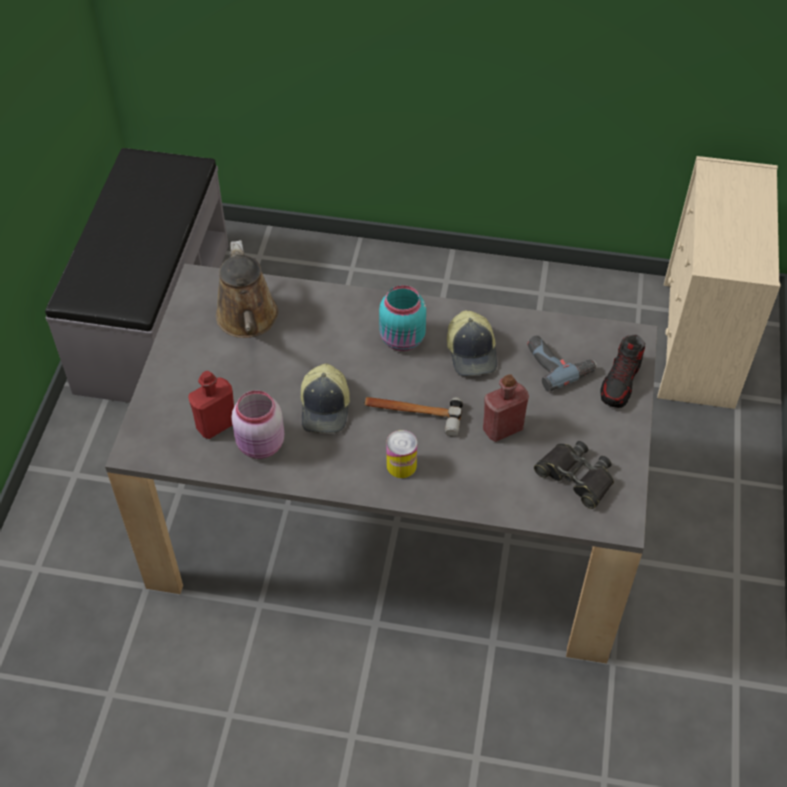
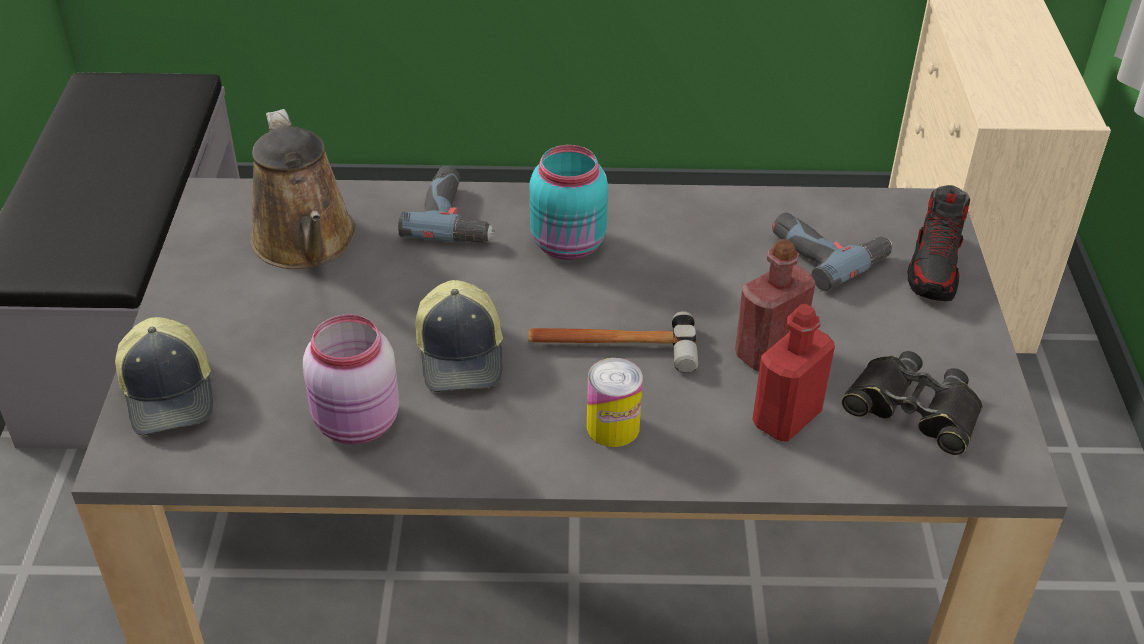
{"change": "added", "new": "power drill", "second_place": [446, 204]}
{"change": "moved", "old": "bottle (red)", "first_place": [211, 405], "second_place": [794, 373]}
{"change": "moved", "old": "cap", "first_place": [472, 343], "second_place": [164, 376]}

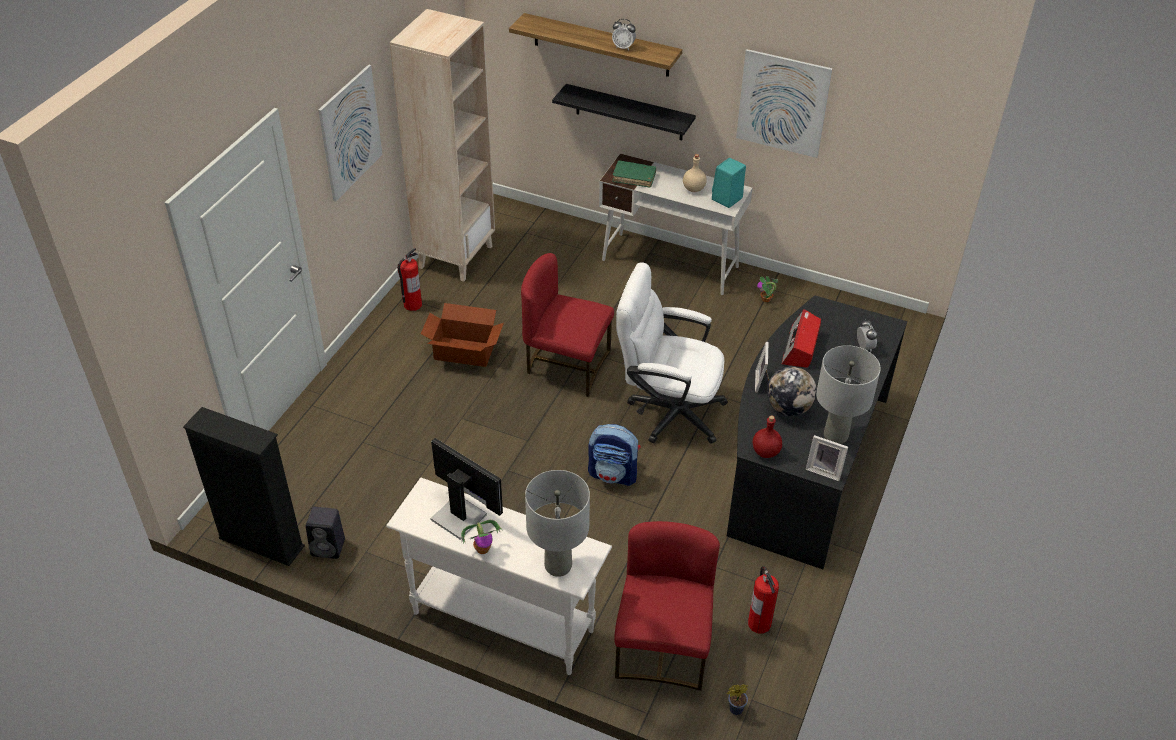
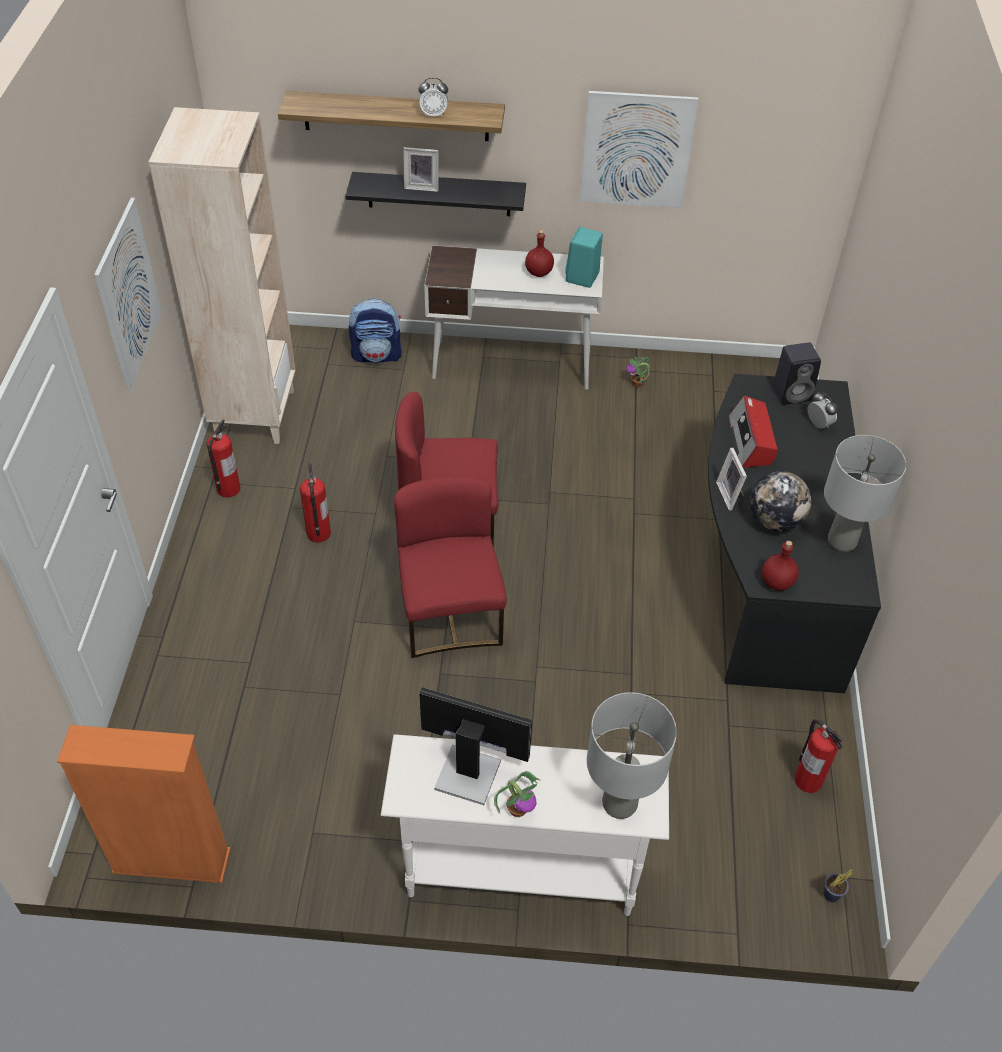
{"change": "removed", "old": "book (green)", "first_place": [634, 174]}
{"change": "removed", "old": "office chair (white)", "first_place": [672, 353]}
{"change": "moved", "old": "speaker (black)", "first_place": [325, 533], "second_place": [797, 373]}
{"change": "moved", "old": "backpack", "first_place": [614, 455], "second_place": [375, 330]}
{"change": "moved", "old": "chair (red)", "first_place": [667, 606], "second_place": [450, 567]}
{"change": "moved", "old": "picture frame", "first_place": [827, 458], "second_place": [421, 169]}
{"change": "replaced", "old": "cardboard box", "new": "fire extinguisher", "first_place": [462, 335], "second_place": [315, 503]}
{"change": "recoloured", "old": "bookcase (black)", "new": "bookcase (orange)", "first_place": [244, 486], "second_place": [144, 804]}
{"change": "recoloured", "old": "bottle (beige)", "new": "bottle (red)", "first_place": [695, 173], "second_place": [539, 253]}

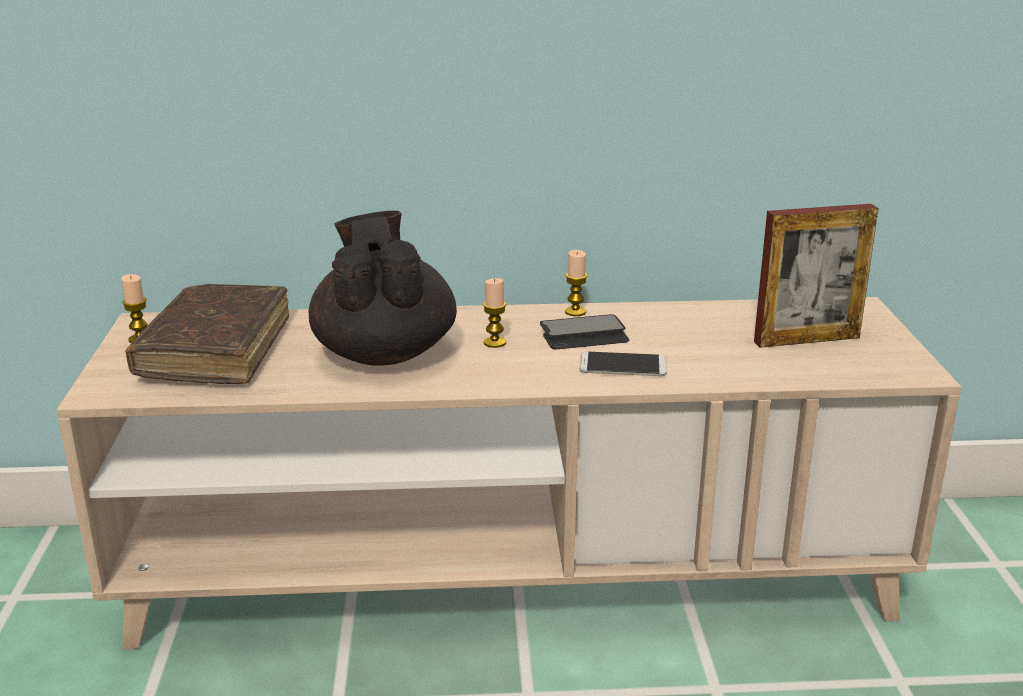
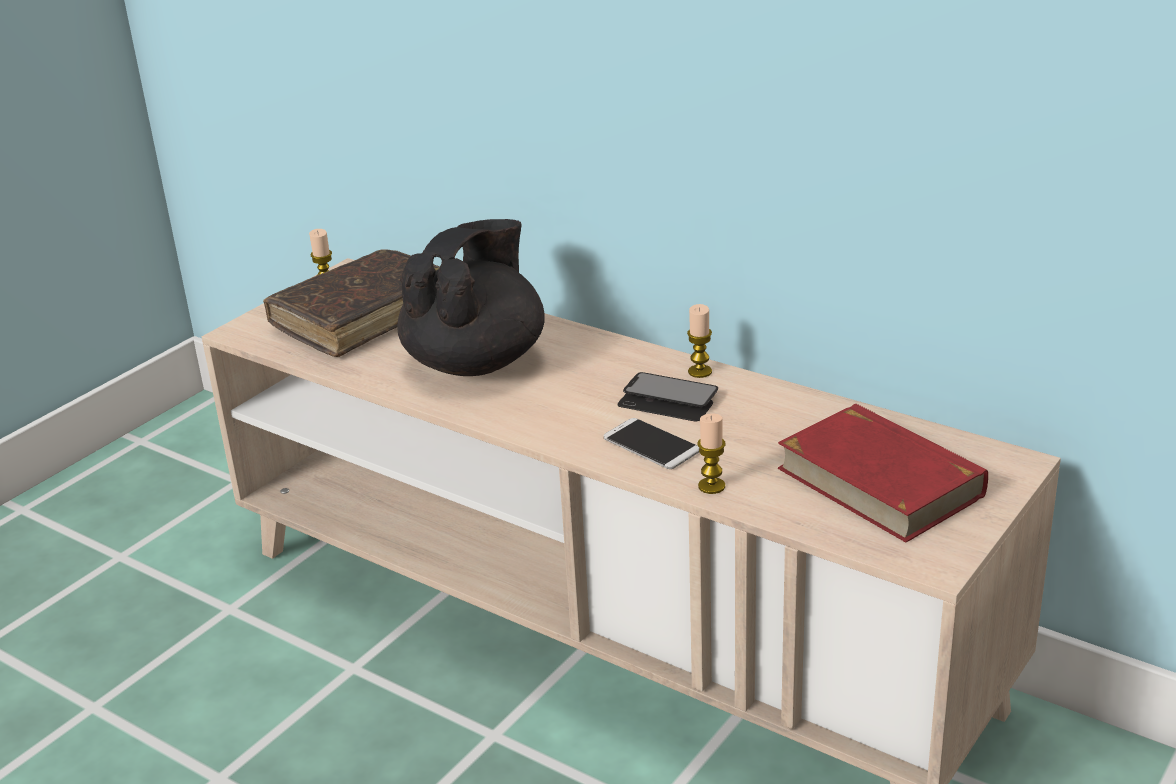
{"change": "moved", "old": "candle", "first_place": [494, 313], "second_place": [711, 453]}
{"change": "replaced", "old": "picture frame", "new": "book (red)", "first_place": [816, 276], "second_place": [883, 473]}

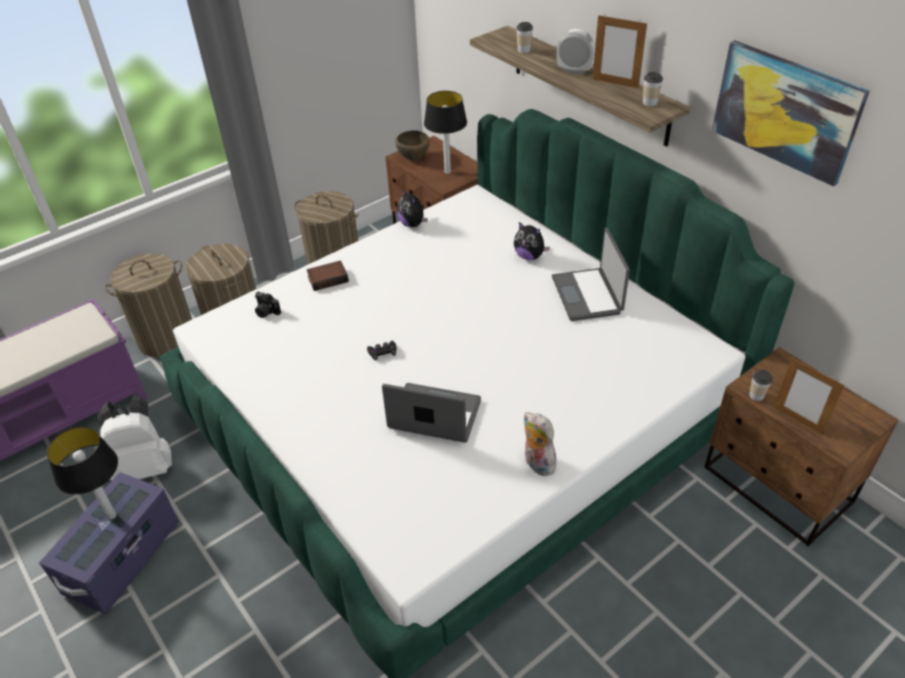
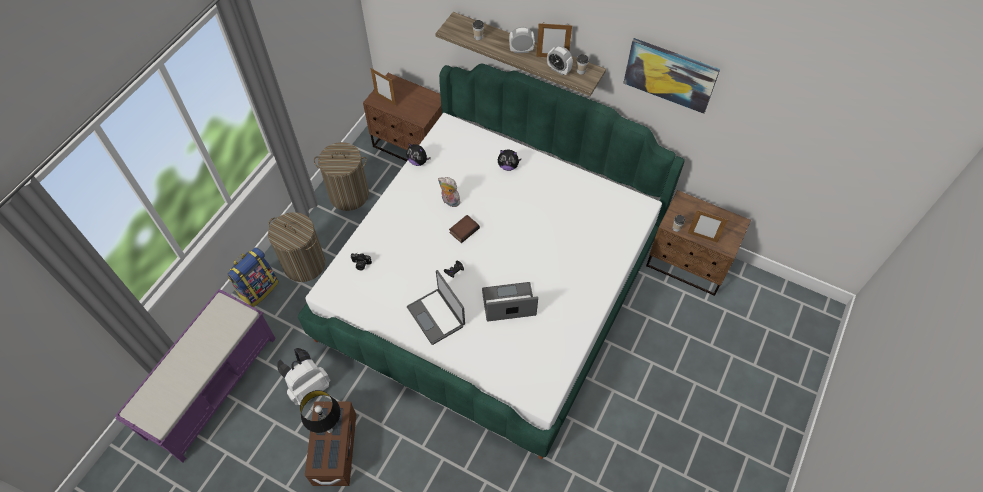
{"change": "removed", "old": "table lamp", "first_place": [445, 132]}
{"change": "added", "new": "alarm clock", "second_place": [560, 60]}
{"change": "moved", "old": "book", "first_place": [327, 276], "second_place": [464, 229]}
{"change": "moved", "old": "plush toy", "first_place": [540, 444], "second_place": [449, 192]}
{"change": "moved", "old": "laptop", "first_place": [591, 274], "second_place": [436, 307]}
{"change": "replaced", "old": "laundry basket", "new": "backpack", "first_place": [148, 306], "second_place": [253, 277]}
{"change": "replaced", "old": "bowl (brown)", "new": "picture frame", "first_place": [412, 145], "second_place": [383, 87]}
{"change": "recoloured", "old": "storage box (purple)", "new": "storage box (brown)", "first_place": [109, 543], "second_place": [330, 443]}

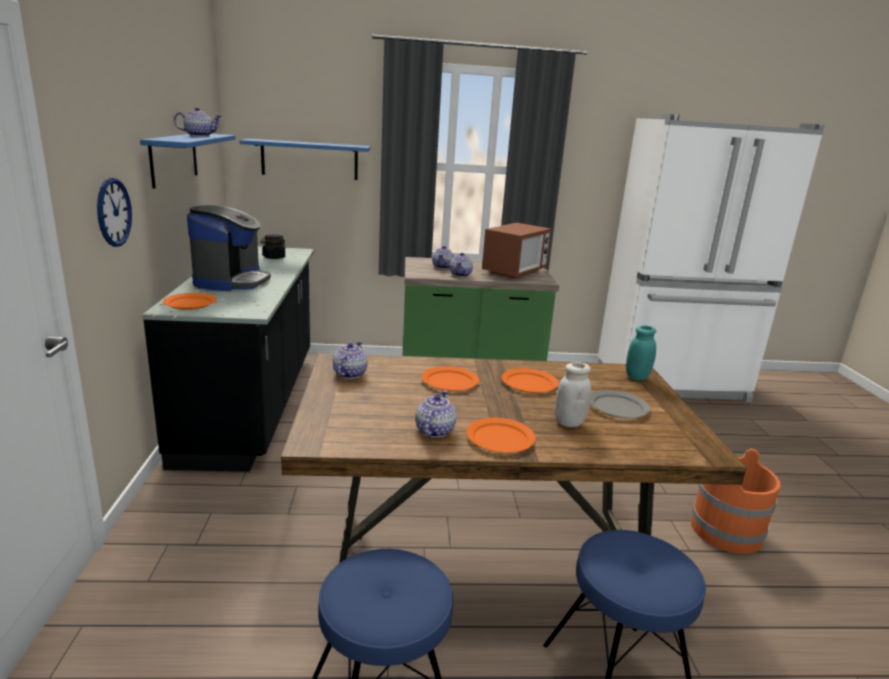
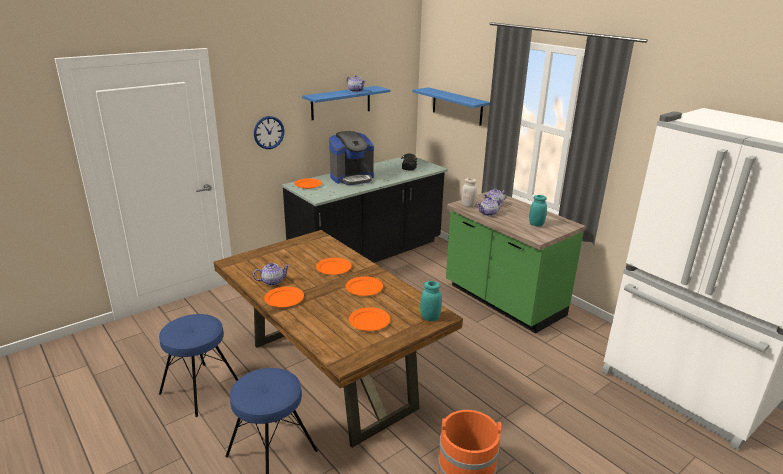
{"change": "removed", "old": "teapot", "first_place": [350, 360]}
{"change": "moved", "old": "jar (white)", "first_place": [573, 394], "second_place": [469, 193]}
{"change": "replaced", "old": "microwave", "new": "jar (turquoise)", "first_place": [516, 251], "second_place": [538, 211]}
{"change": "recoloured", "old": "plate (grey)", "new": "plate (orange)", "first_place": [620, 404], "second_place": [369, 319]}

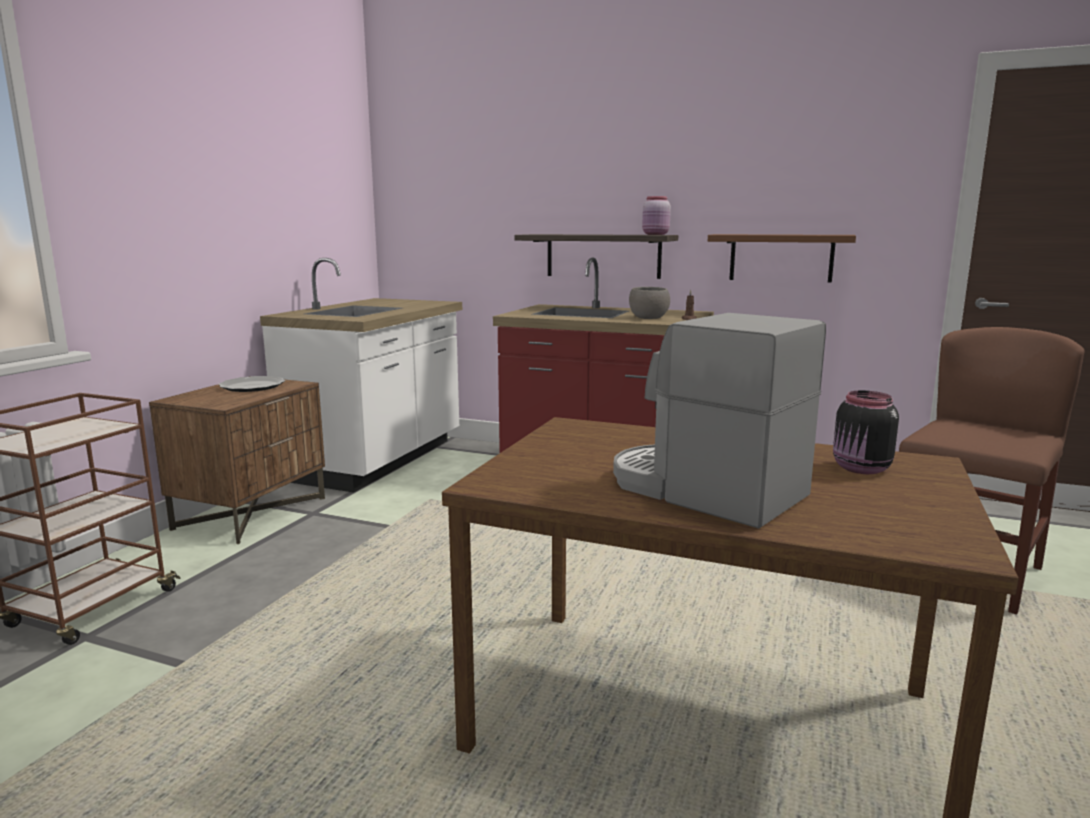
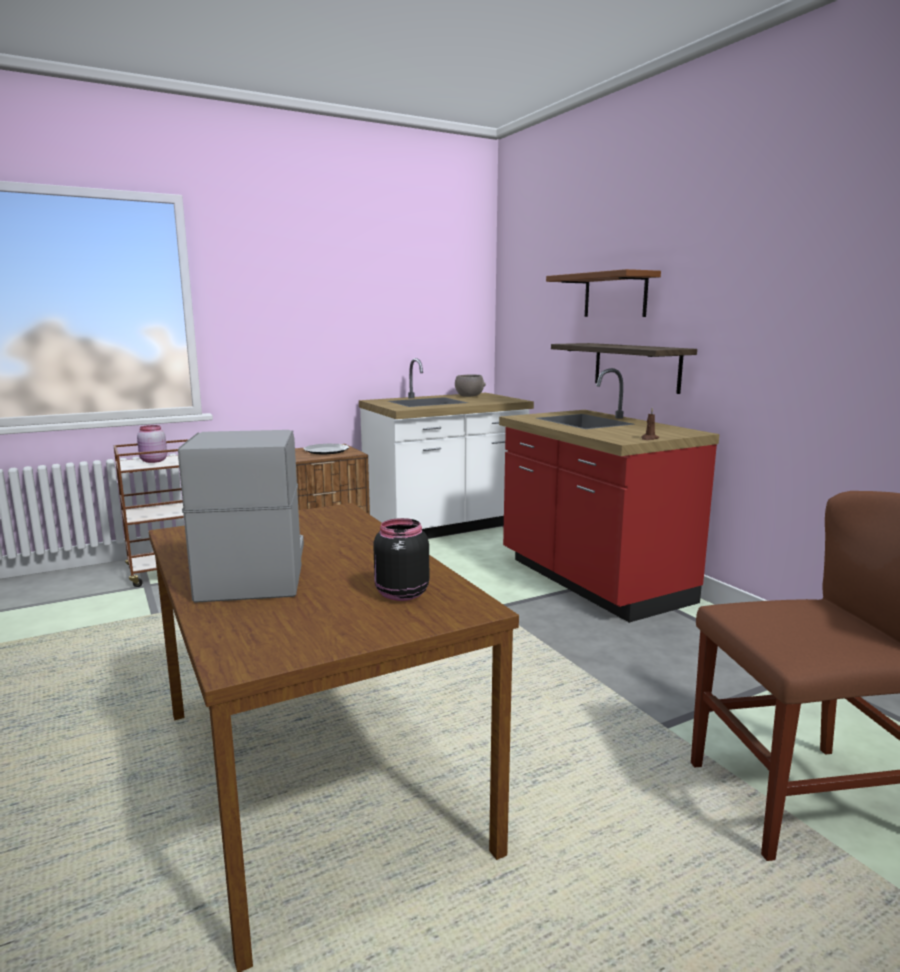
{"change": "moved", "old": "bowl (grey)", "first_place": [649, 303], "second_place": [470, 385]}
{"change": "moved", "old": "jar (pink)", "first_place": [656, 215], "second_place": [152, 444]}
{"change": "moved", "old": "shelf (brown)", "first_place": [782, 258], "second_place": [603, 293]}

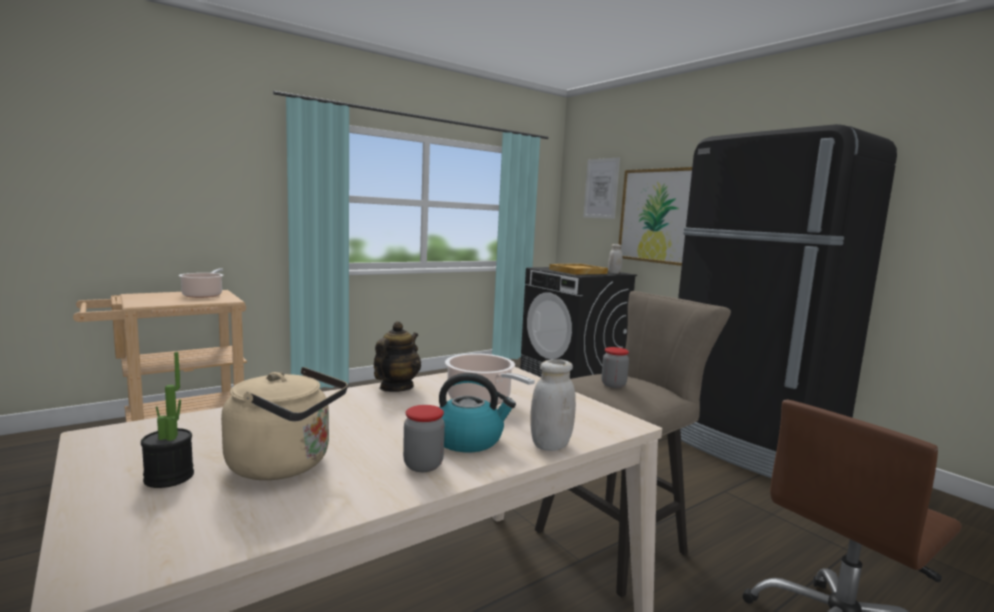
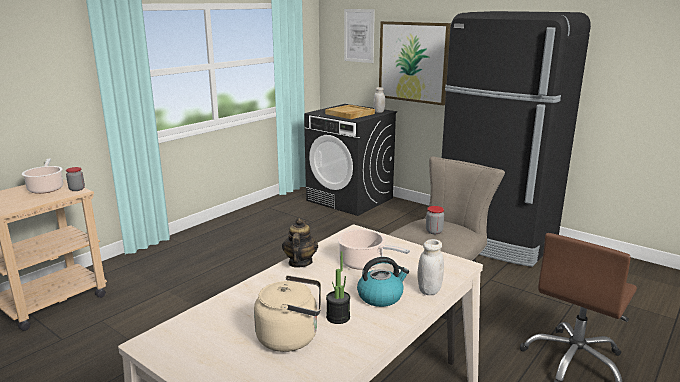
{"change": "moved", "old": "potted plant", "first_place": [167, 420], "second_place": [338, 287]}
{"change": "moved", "old": "jar", "first_place": [424, 438], "second_place": [75, 179]}

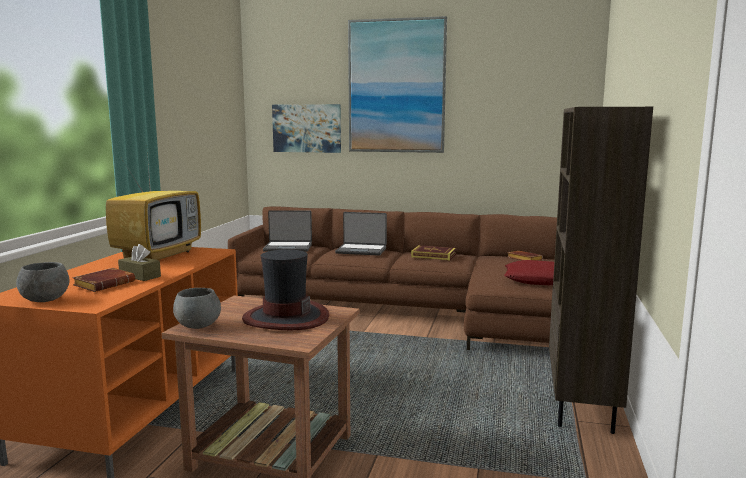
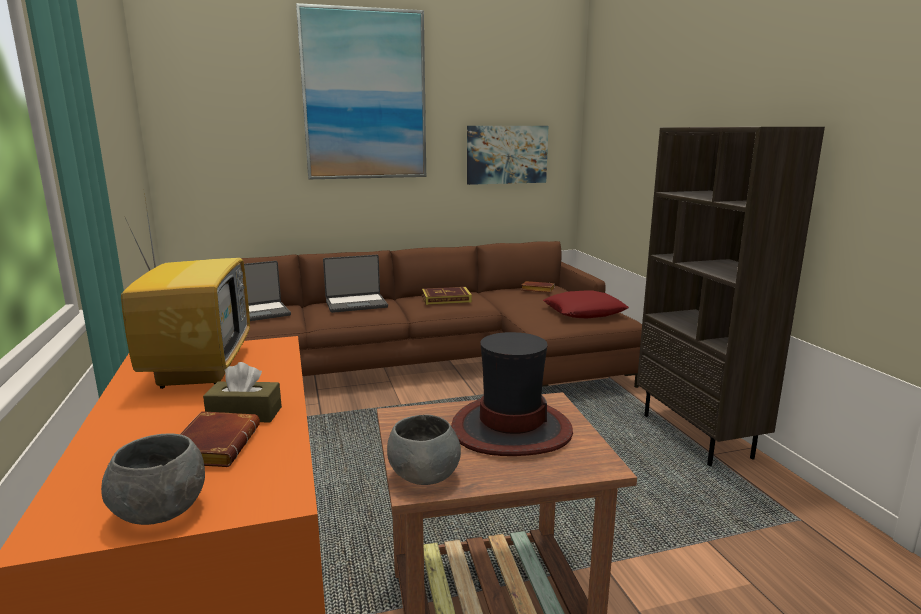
{"change": "moved", "old": "picture", "first_place": [306, 128], "second_place": [507, 155]}

